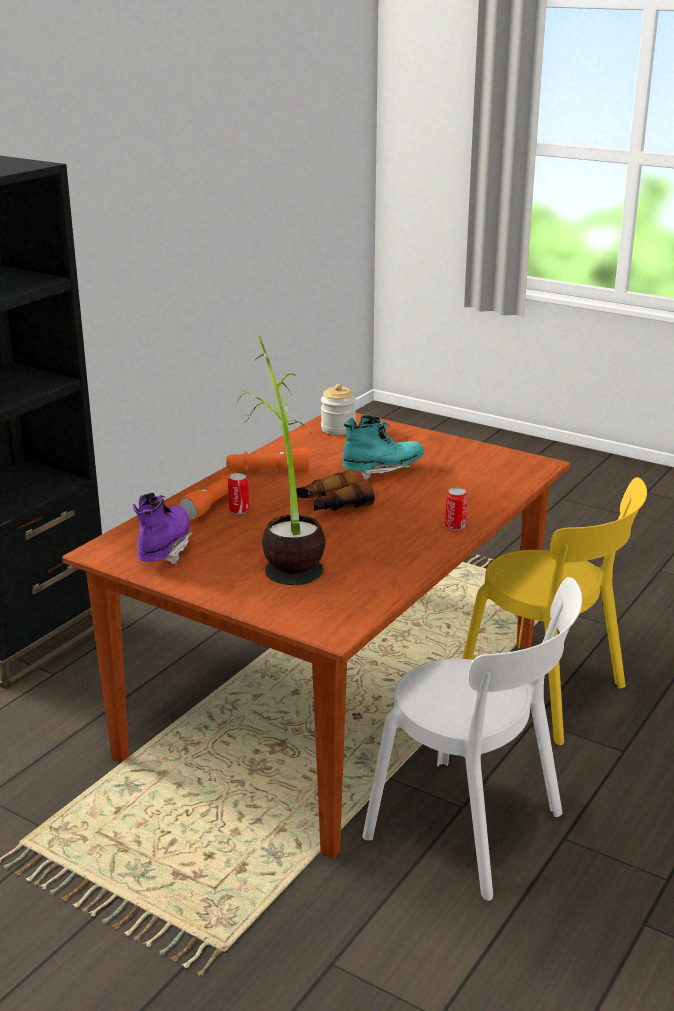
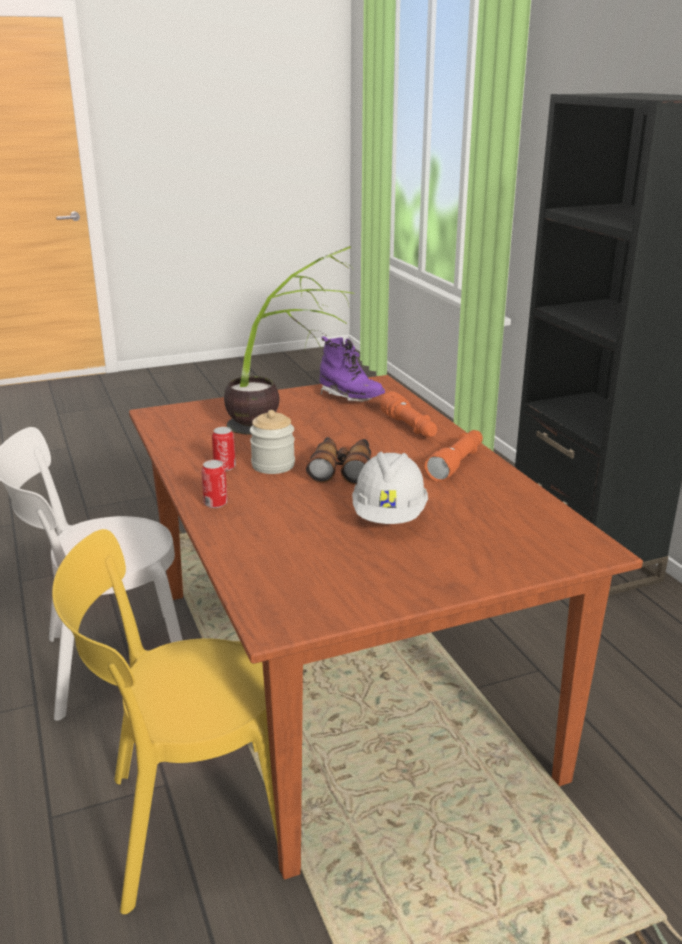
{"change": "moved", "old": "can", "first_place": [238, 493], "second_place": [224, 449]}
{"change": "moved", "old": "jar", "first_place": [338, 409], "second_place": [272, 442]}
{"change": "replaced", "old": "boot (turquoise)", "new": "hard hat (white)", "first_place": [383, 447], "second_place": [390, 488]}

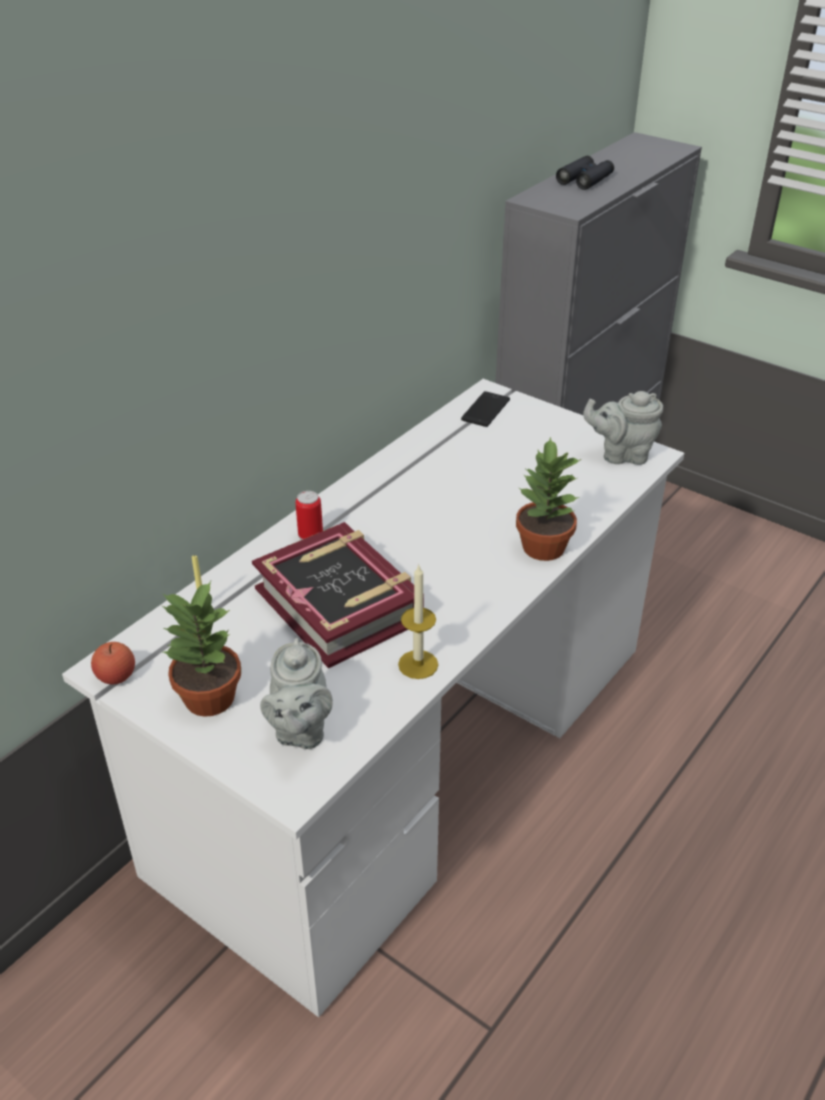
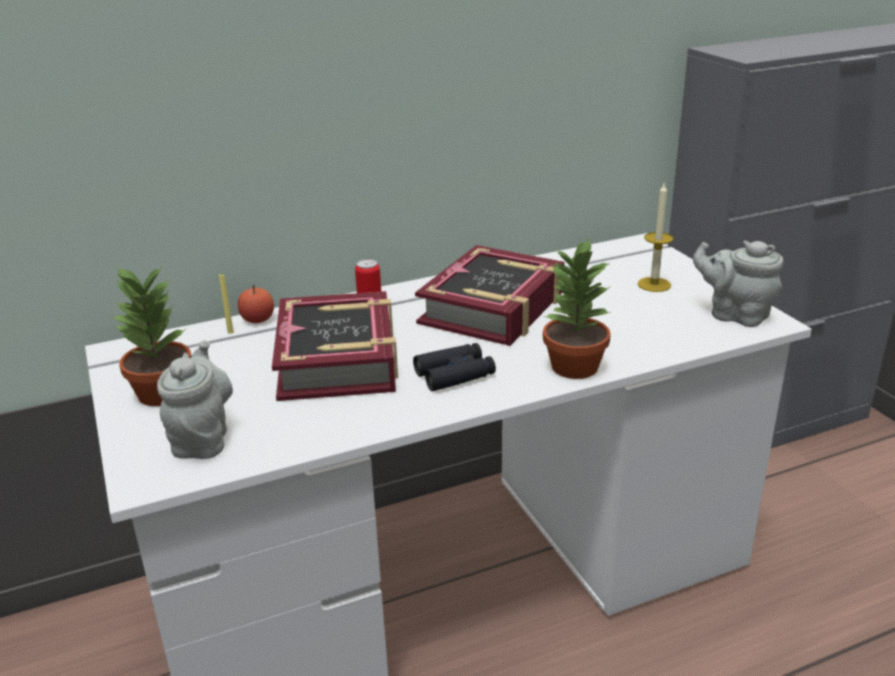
{"change": "removed", "old": "phone", "first_place": [485, 409]}
{"change": "added", "new": "book", "second_place": [490, 295]}
{"change": "moved", "old": "apple", "first_place": [113, 663], "second_place": [256, 304]}
{"change": "moved", "old": "candle", "first_place": [418, 621], "second_place": [656, 237]}
{"change": "moved", "old": "binoculars (black)", "first_place": [585, 173], "second_place": [454, 367]}
{"change": "turned", "old": "teapot (grey)", "first_place": [296, 693], "second_place": [195, 399], "degrees": 150}

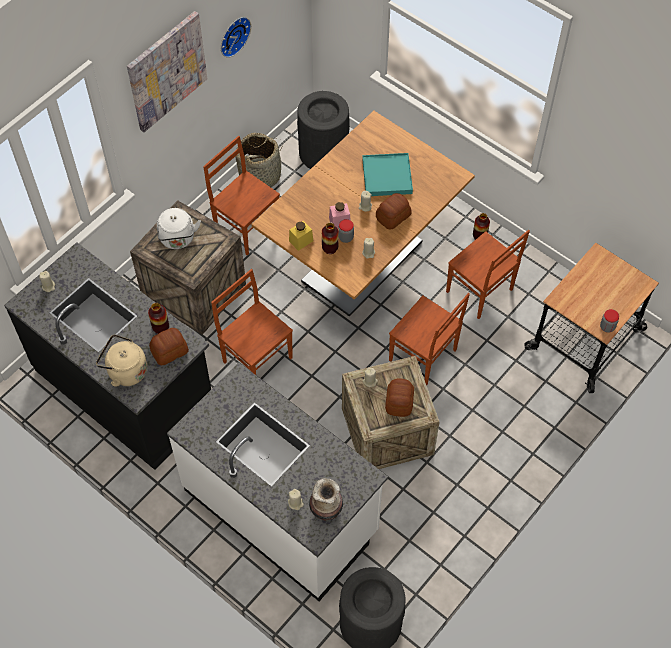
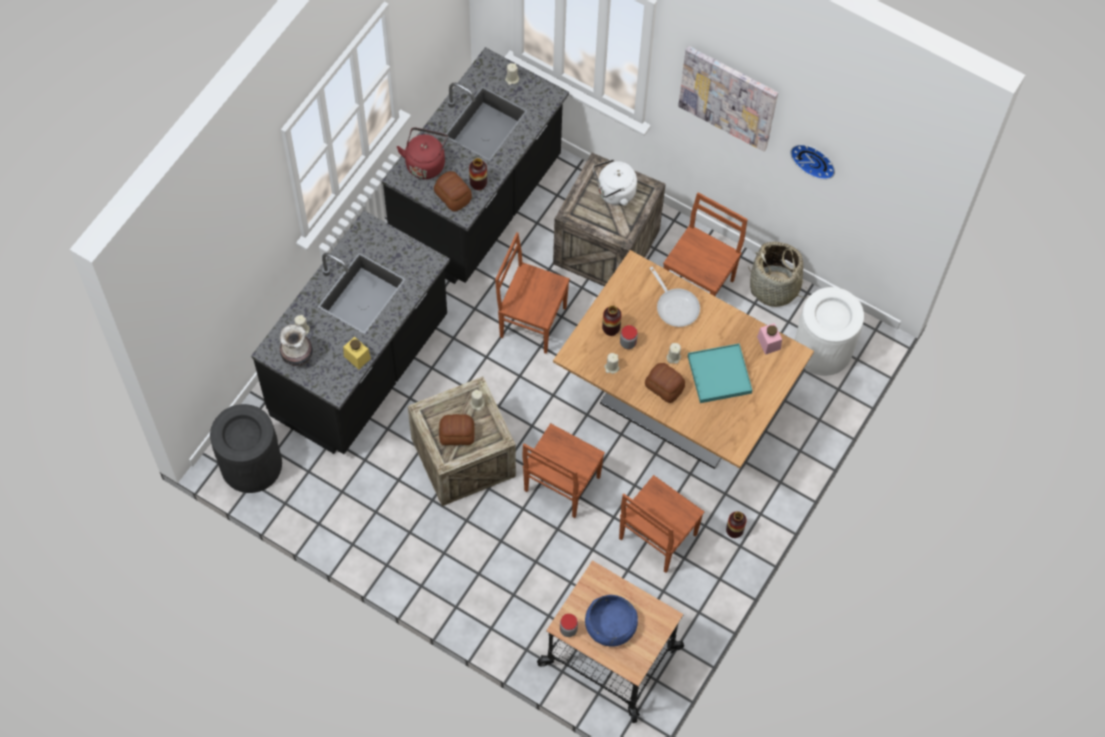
{"change": "added", "new": "bowl (blue)", "second_place": [611, 621]}
{"change": "added", "new": "frying pan", "second_place": [675, 296]}
{"change": "moved", "old": "jar (yellow)", "first_place": [301, 236], "second_place": [357, 353]}
{"change": "moved", "old": "jar (pink)", "first_place": [339, 215], "second_place": [769, 339]}
{"change": "recoloured", "old": "kettle (beige)", "new": "kettle (red)", "first_place": [121, 360], "second_place": [422, 153]}
{"change": "recoloured", "old": "counter (white)", "new": "counter (black)", "first_place": [277, 481], "second_place": [350, 332]}
{"change": "recoloured", "old": "trash can (black)", "new": "trash can (white)", "first_place": [323, 130], "second_place": [829, 331]}
{"change": "turned", "old": "chair (brown)", "first_place": [252, 322], "second_place": [532, 293], "degrees": -105}

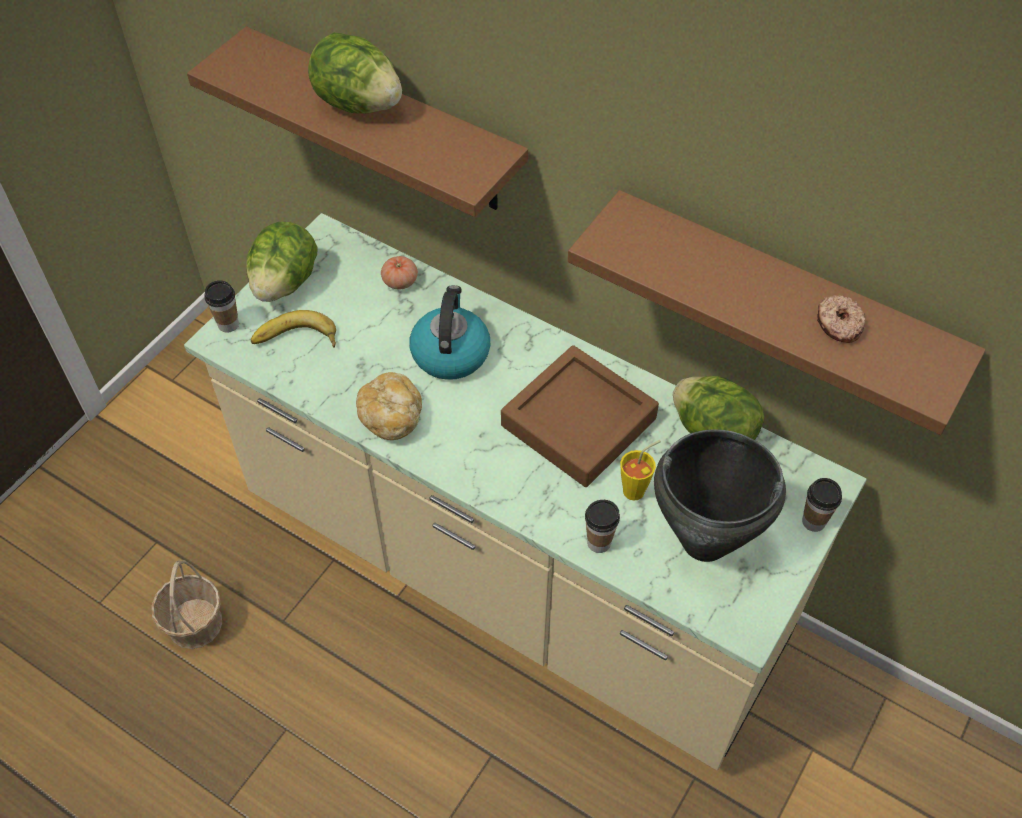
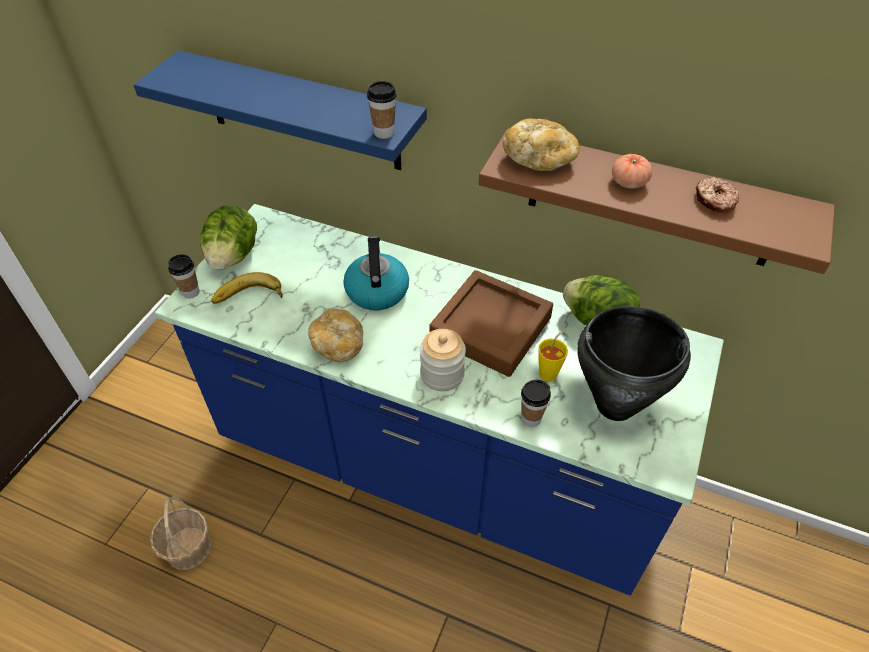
{"change": "removed", "old": "lettuce", "first_place": [355, 73]}
{"change": "added", "new": "jar", "second_place": [443, 360]}
{"change": "added", "new": "bread", "second_place": [541, 145]}
{"change": "moved", "old": "tomato", "first_place": [399, 272], "second_place": [632, 171]}
{"change": "moved", "old": "cup", "first_place": [822, 505], "second_place": [382, 110]}
{"change": "recoloured", "old": "counter (beige)", "new": "counter (blue)", "first_place": [525, 491], "second_place": [439, 400]}
{"change": "recoloured", "old": "shelf (brown)", "new": "shelf (blue)", "first_place": [357, 121], "second_place": [280, 110]}

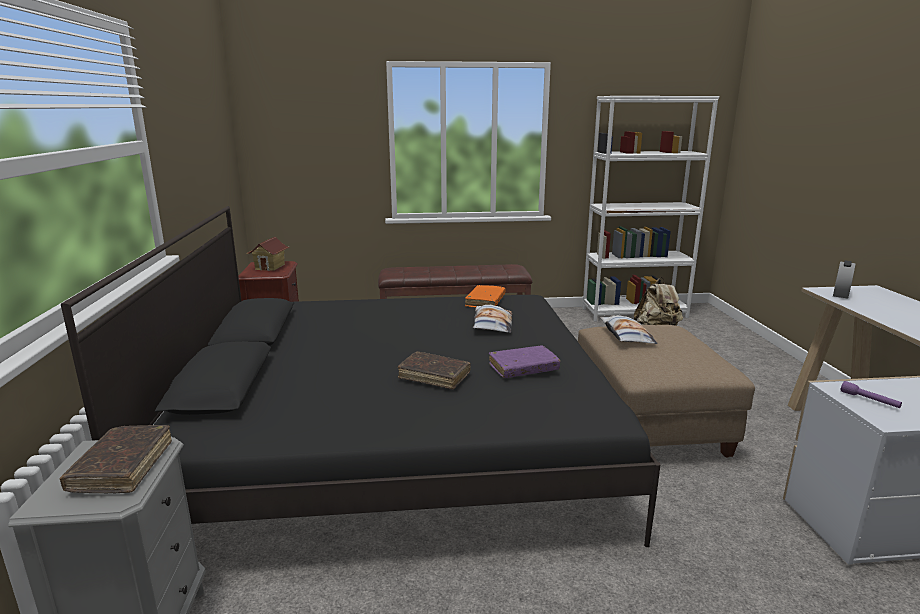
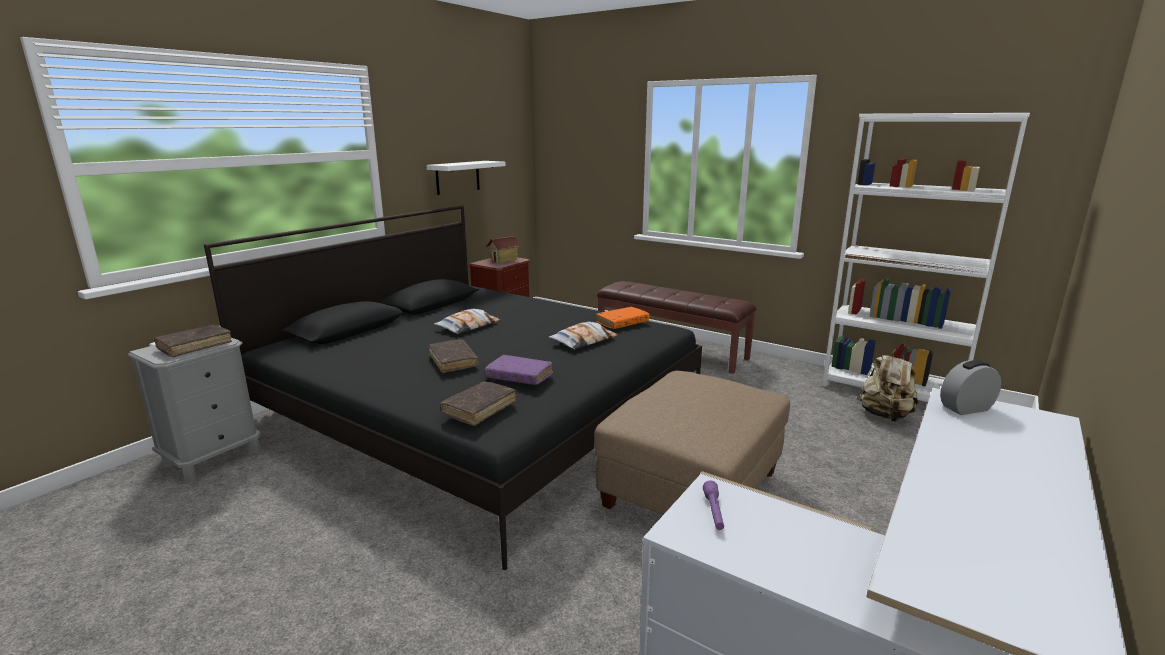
{"change": "added", "new": "shelf (white)", "second_place": [466, 178]}
{"change": "added", "new": "book (brown)", "second_place": [478, 404]}
{"change": "moved", "old": "pillow", "first_place": [629, 329], "second_place": [467, 321]}

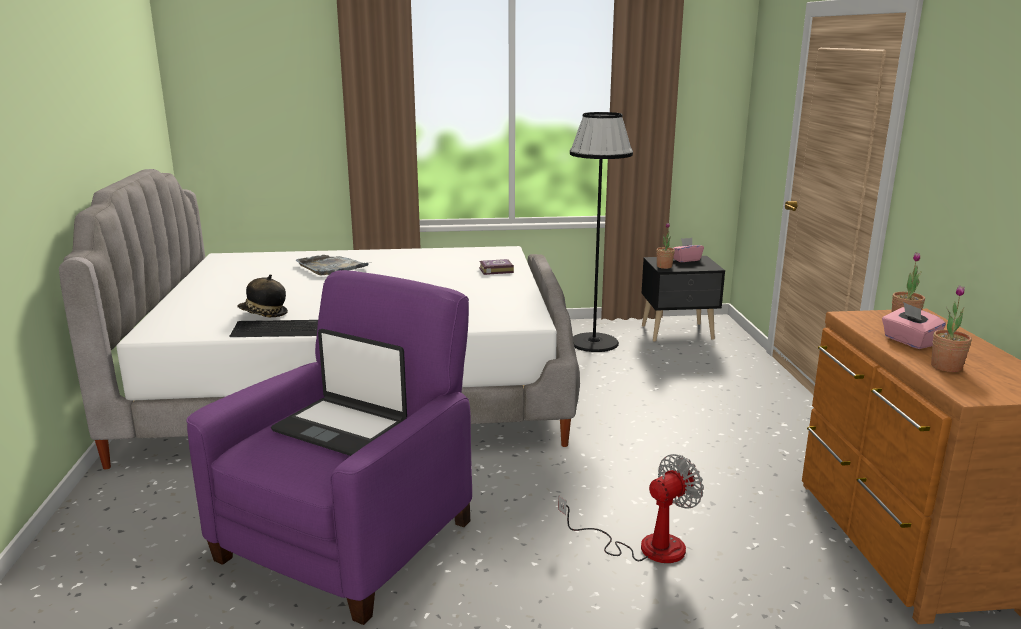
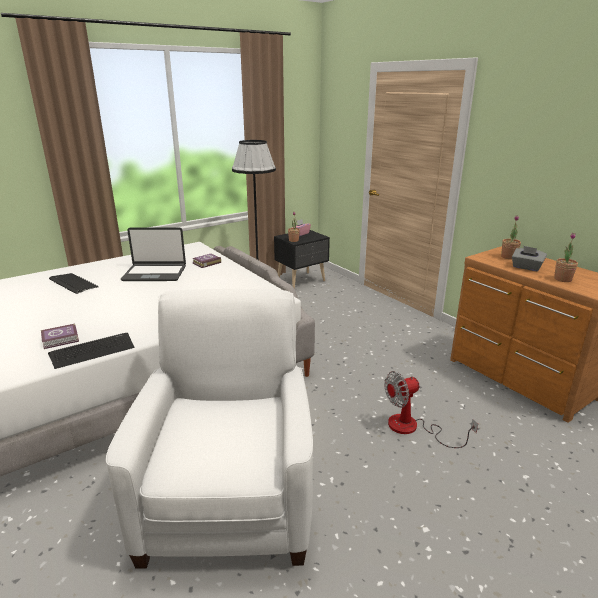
{"change": "moved", "old": "laptop", "first_place": [339, 392], "second_place": [153, 254]}
{"change": "replaced", "old": "hat", "new": "book", "first_place": [263, 295], "second_place": [60, 336]}
{"change": "replaced", "old": "tray (grey)", "new": "keyboard", "first_place": [333, 265], "second_place": [74, 283]}
{"change": "recoloured", "old": "armchair (purple)", "new": "armchair (white)", "first_place": [329, 447], "second_place": [209, 429]}
{"change": "recoloured", "old": "tissue box (pink)", "new": "tissue box (grey)", "first_place": [914, 325], "second_place": [529, 258]}
{"change": "turned", "old": "fan", "first_place": [631, 508], "second_place": [431, 409], "degrees": -135}

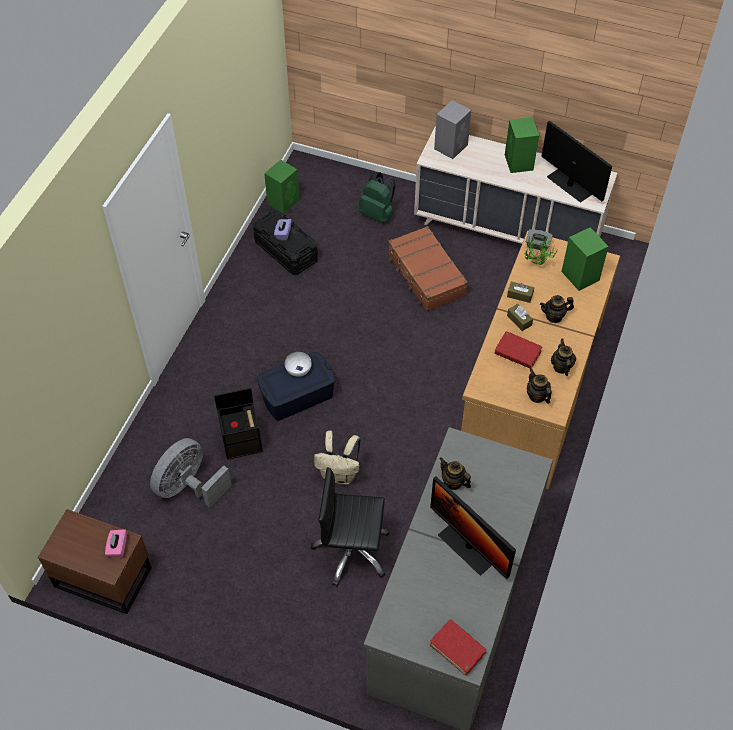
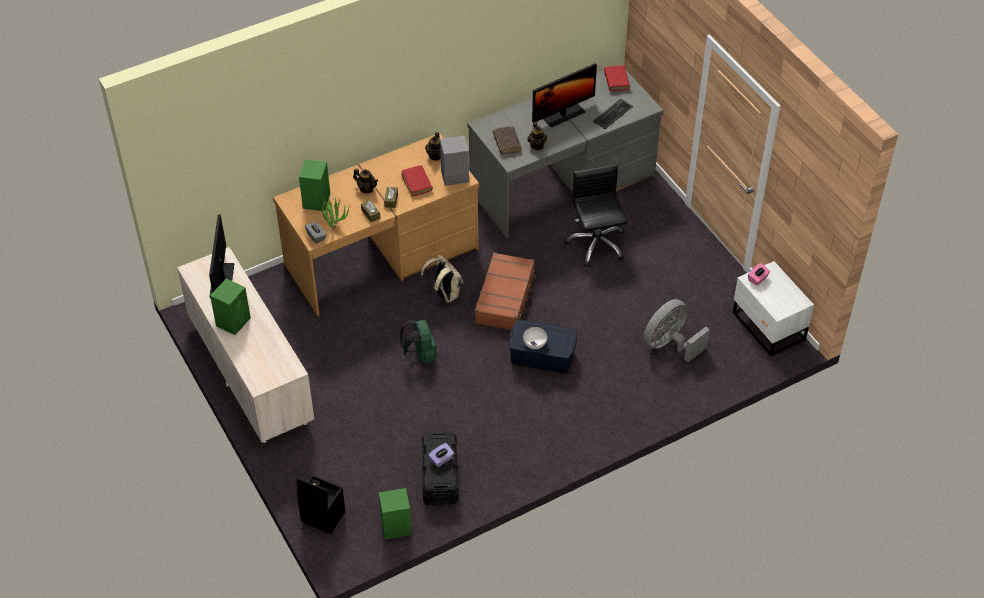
{"change": "removed", "old": "teapot", "first_place": [563, 357]}
{"change": "added", "new": "book (brown)", "second_place": [507, 140]}
{"change": "added", "new": "keyboard", "second_place": [613, 114]}
{"change": "moved", "old": "storage box (black)", "first_place": [238, 424], "second_place": [321, 504]}
{"change": "moved", "old": "backpack (beige)", "first_place": [337, 457], "second_place": [441, 278]}
{"change": "moved", "old": "backpack (green)", "first_place": [377, 197], "second_place": [418, 341]}
{"change": "moved", "old": "suitcase (brown)", "first_place": [428, 269], "second_place": [505, 291]}
{"change": "moved", "old": "speaker (grey)", "first_place": [452, 129], "second_place": [454, 161]}
{"change": "recoloured", "old": "nightstand (brown)", "new": "nightstand (white)", "first_place": [95, 561], "second_place": [773, 308]}
{"change": "turned", "old": "fan (grey)", "first_place": [191, 473], "second_place": [677, 330], "degrees": 150}
{"change": "turned", "old": "office chair (black)", "first_place": [350, 526], "second_place": [595, 216], "degrees": -150}
{"change": "turned", "old": "monitor", "first_place": [473, 527], "second_place": [564, 95], "degrees": 60}

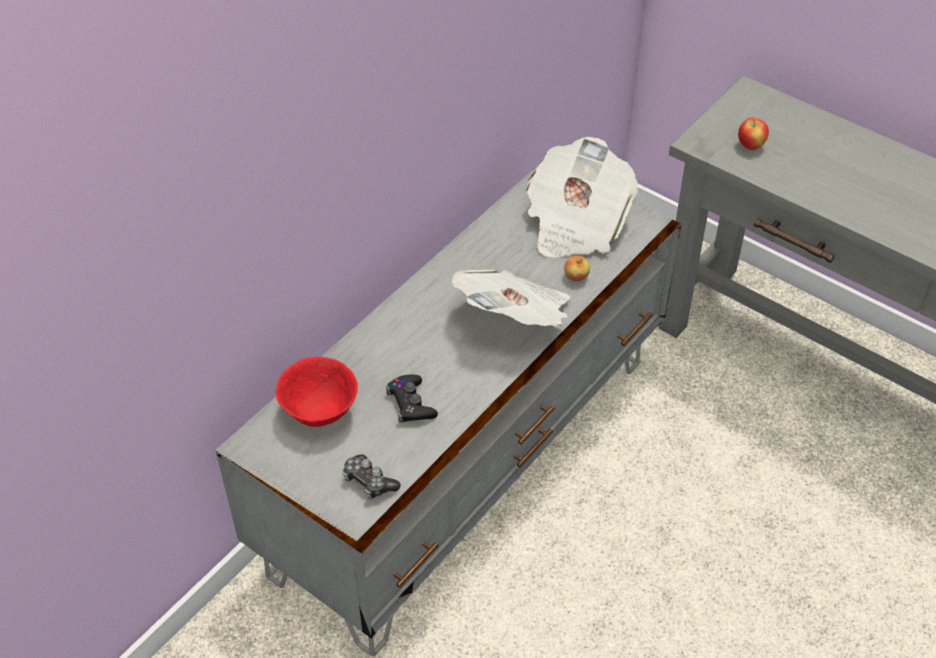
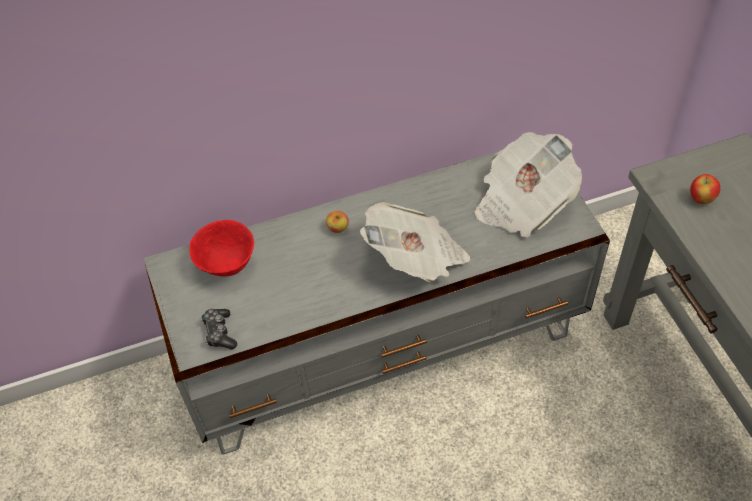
{"change": "removed", "old": "game controller (black)", "first_place": [412, 399]}
{"change": "moved", "old": "apple", "first_place": [577, 269], "second_place": [337, 222]}

